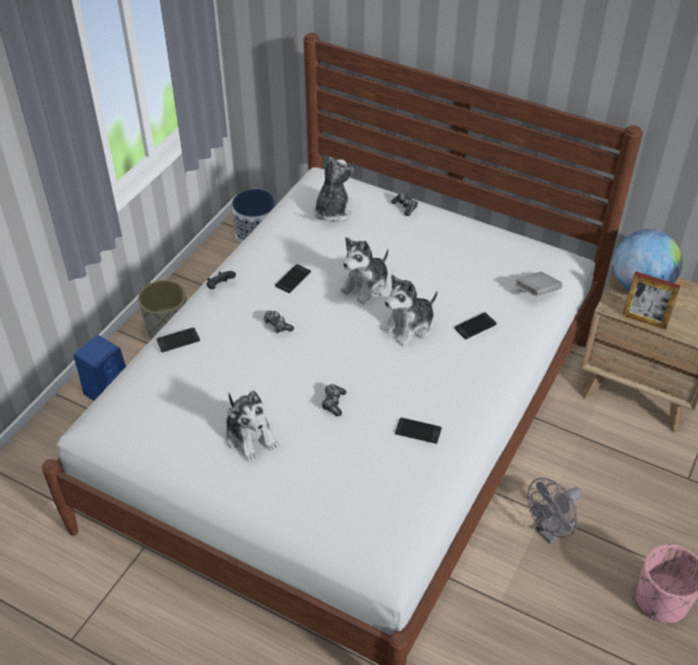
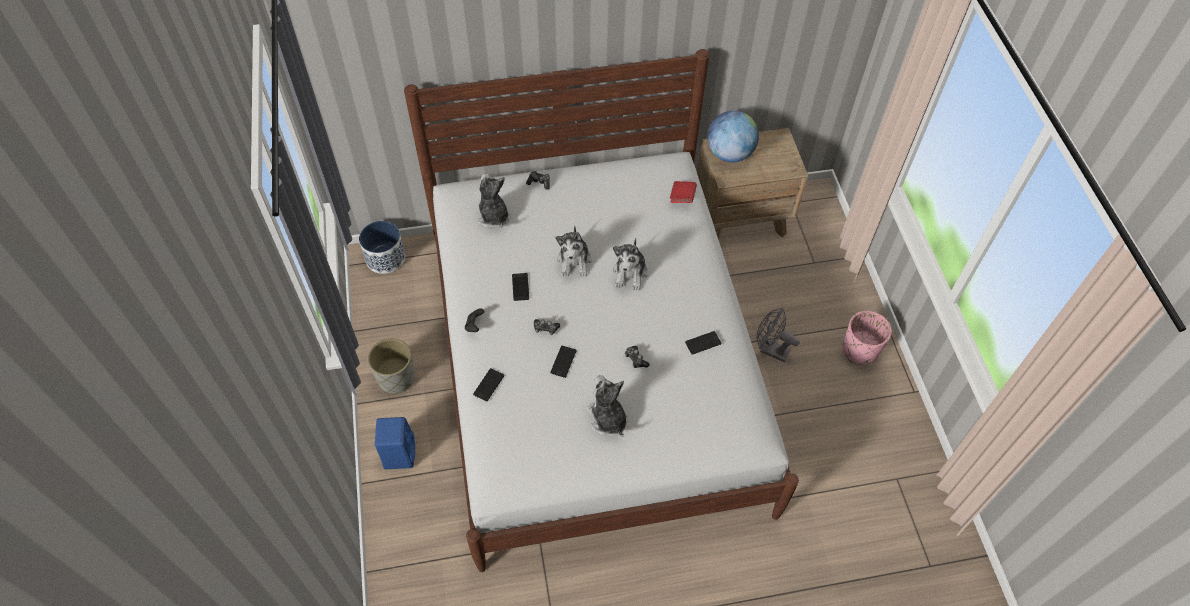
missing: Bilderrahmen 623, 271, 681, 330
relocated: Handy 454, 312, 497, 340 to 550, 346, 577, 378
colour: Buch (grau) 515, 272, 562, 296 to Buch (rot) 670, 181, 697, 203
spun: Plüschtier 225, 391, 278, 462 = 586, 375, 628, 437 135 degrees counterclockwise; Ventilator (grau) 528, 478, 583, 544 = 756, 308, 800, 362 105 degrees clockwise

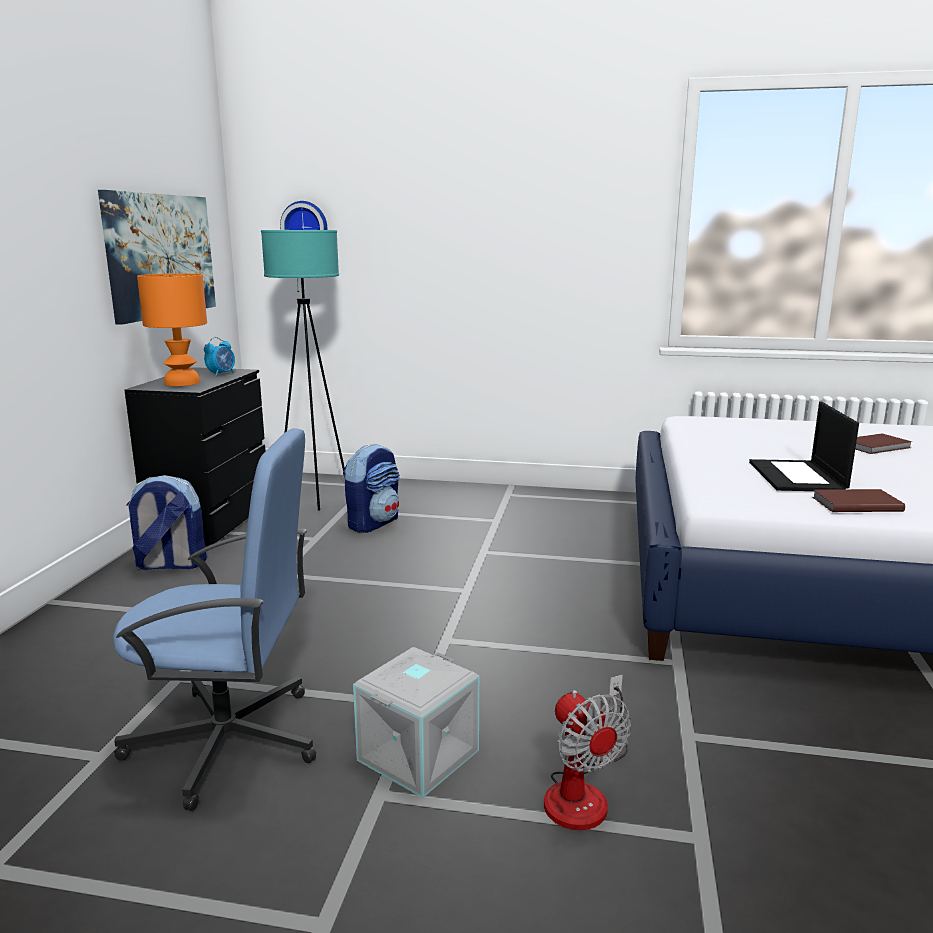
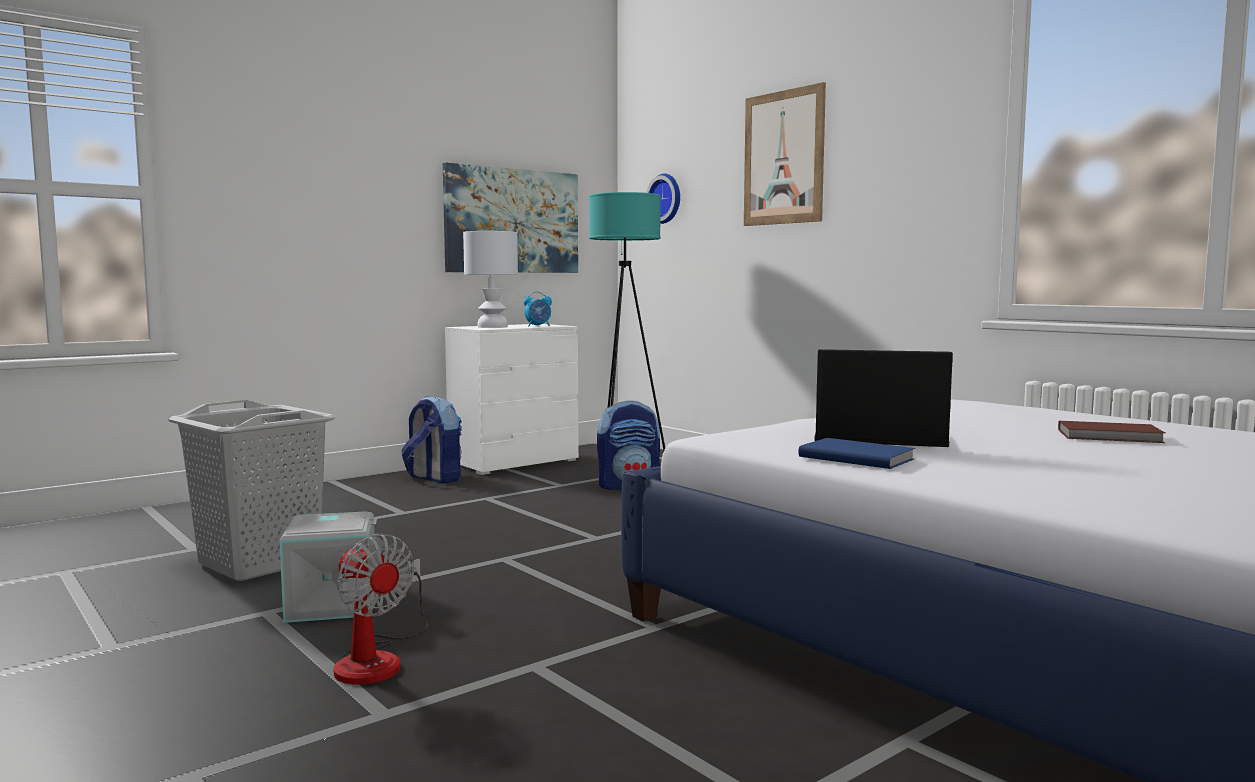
appeared: Bild 744, 82, 826, 226
exchanged: Bürostuhl (blau) 113, 428, 316, 811 to Wäschekorb (grau) 168, 400, 336, 581
colour: Tischlampe (orange) 137, 273, 207, 386 to Tischlampe (weiß) 463, 231, 518, 328; Kommode (schwarz) 125, 367, 265, 546 to Kommode (weiß) 445, 324, 579, 475; Buch (braun) 812, 489, 905, 512 to Buch (blau) 799, 438, 915, 469
spun: Laptop 749, 402, 859, 491 = 815, 349, 953, 447 60 degrees clockwise; Ventilator 544, 675, 631, 830 = 334, 534, 428, 685 60 degrees counterclockwise

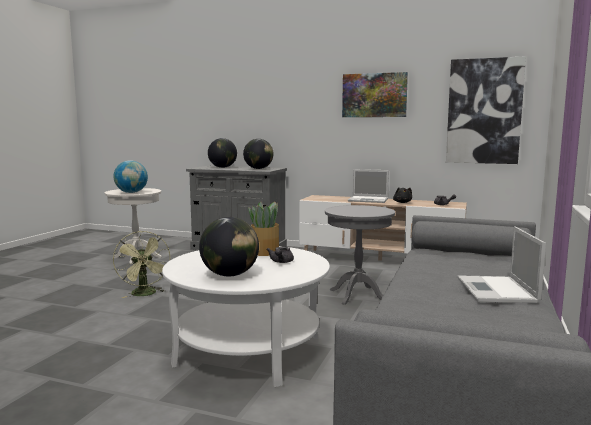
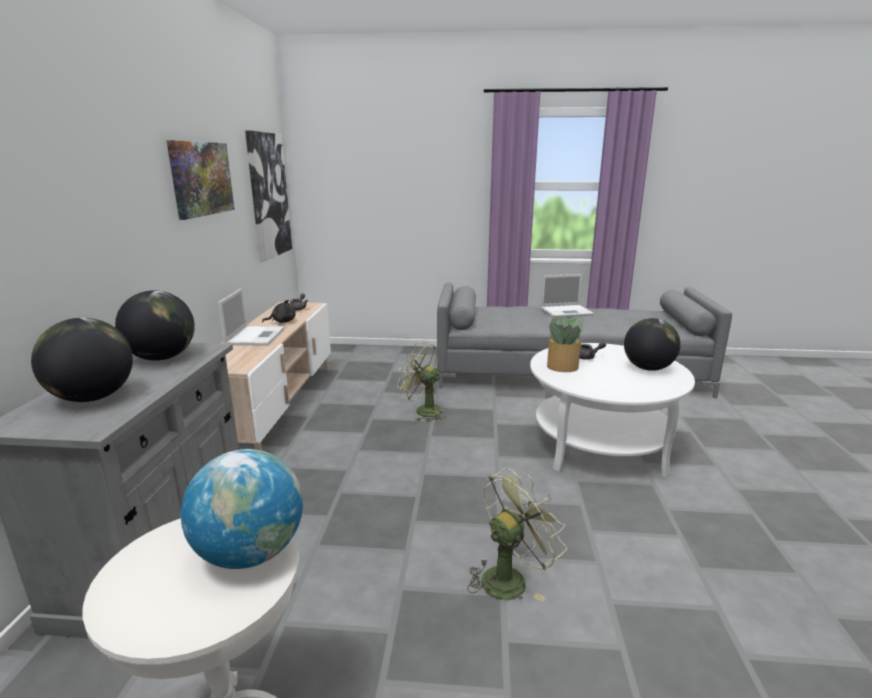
exchanged: Beistelltisch (grau) 325, 205, 395, 305 to Ventilator (grün) 397, 342, 446, 422

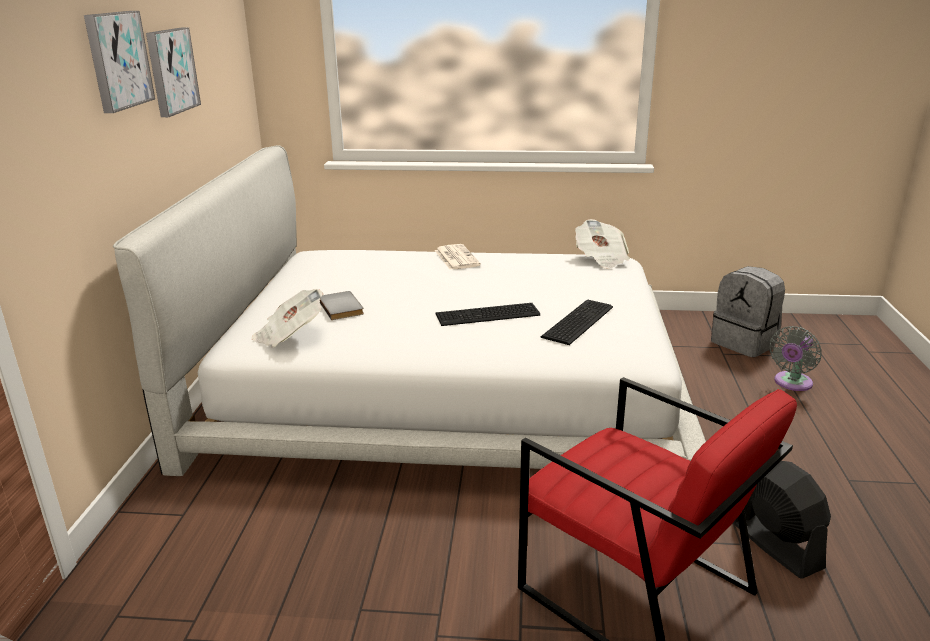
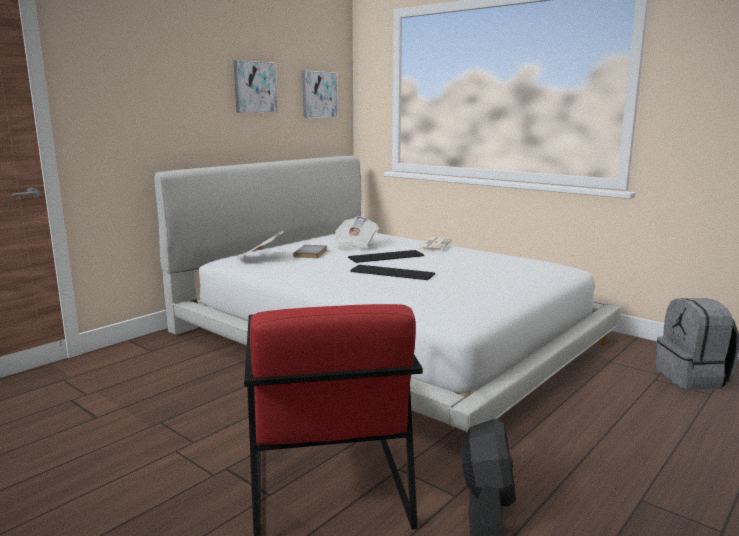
missing: Ventilator (grau) 770, 326, 822, 391
relocated: Bild 84, 11, 155, 113 to 302, 70, 338, 118; Zeitung 575, 219, 630, 269 to 334, 216, 379, 251; Tastatur 540, 300, 613, 345 to 348, 250, 424, 263

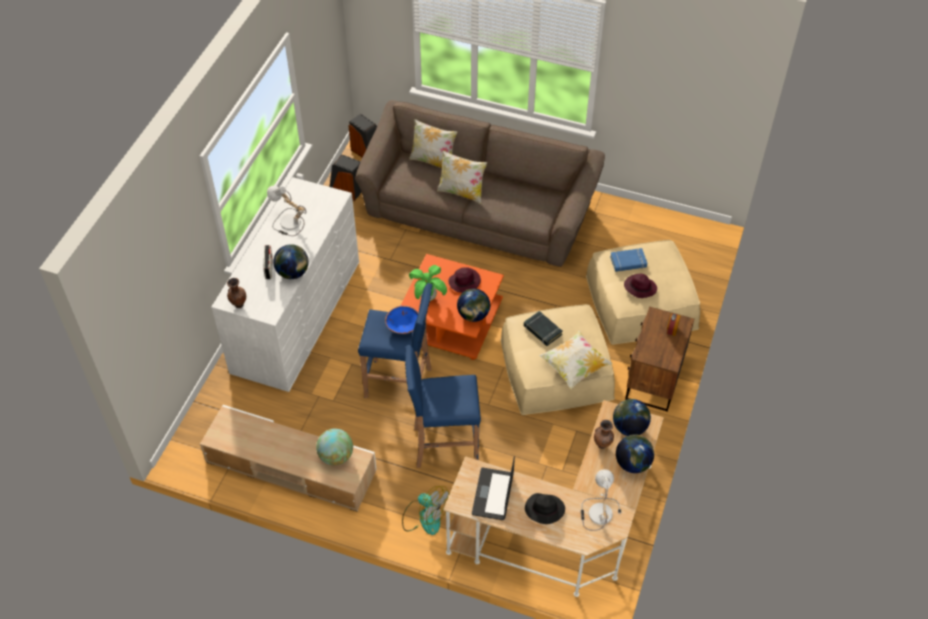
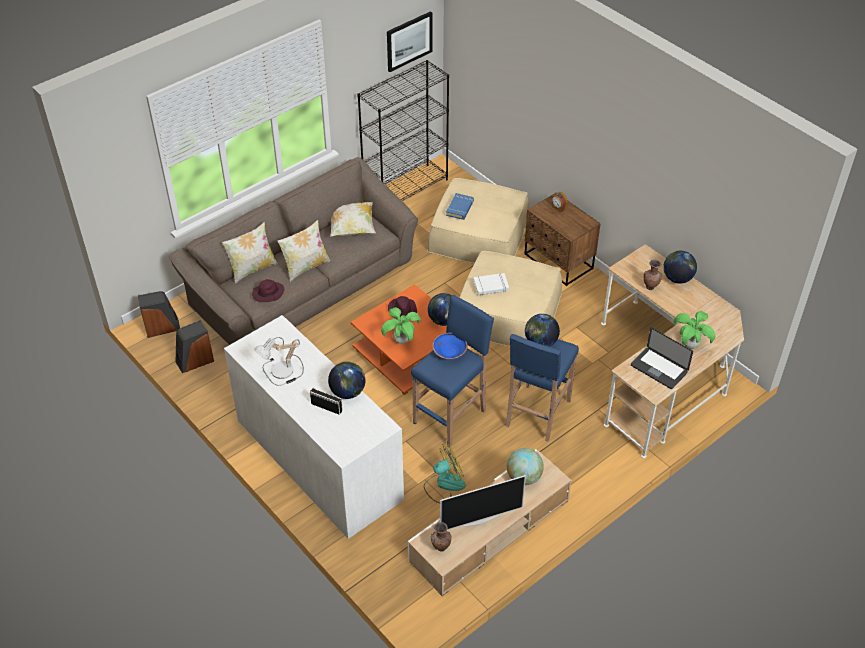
missing: Tischlampe 581, 469, 621, 531
appeared: Bild 387, 11, 432, 72; Bücherregal (schwarz) 357, 60, 449, 201; Fernseher 440, 475, 526, 530
relocated: Hut (lila) 624, 274, 657, 298 to 252, 279, 285, 302; Vase (braun) 227, 278, 246, 308 to 431, 522, 452, 552; Kissen 539, 330, 613, 389 to 330, 202, 376, 237; Globus 613, 399, 651, 436 to 525, 314, 560, 347; Ventilator 402, 486, 450, 535 to 424, 444, 466, 504
exchanged: Hut (schwarz) 525, 493, 565, 524 to Topfpflanze 673, 311, 715, 349
colour: Buch (schwarz) 524, 311, 563, 346 to Buch (weiß) 473, 273, 509, 295

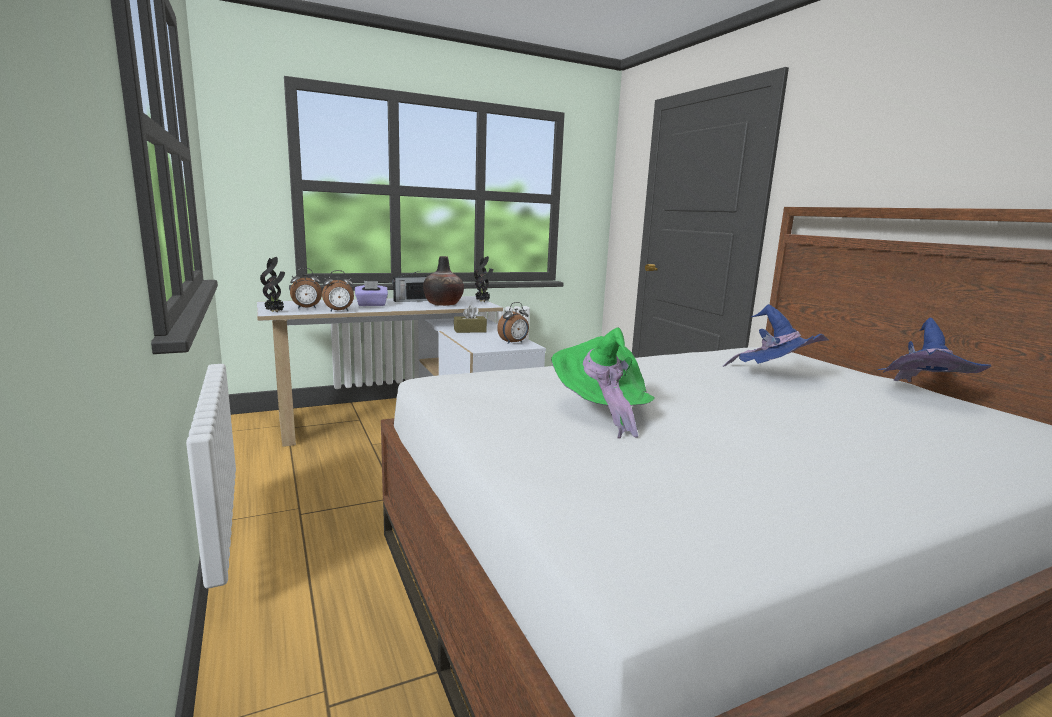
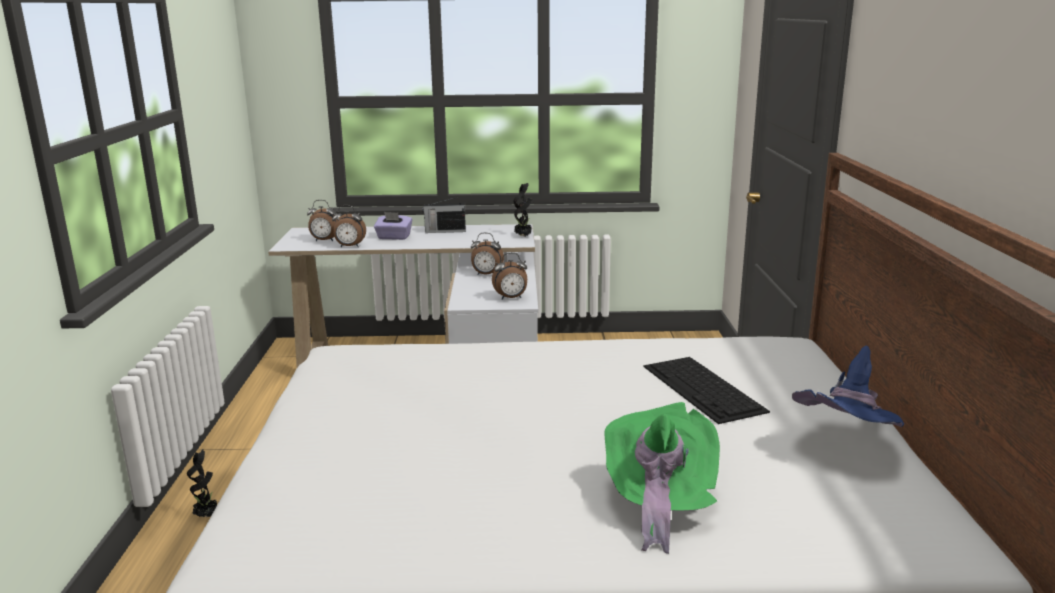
missing: Vase 423, 256, 464, 306
relocated: Topfpflanze 260, 257, 285, 312 to 187, 449, 219, 517; Hut (grün) 551, 328, 655, 438 to 604, 402, 720, 554
exchanged: Hut (blau) 723, 304, 829, 367 to Tastatur 643, 357, 770, 424; Taschentuchbox (braun) 454, 305, 487, 333 to Wecker 471, 233, 504, 275

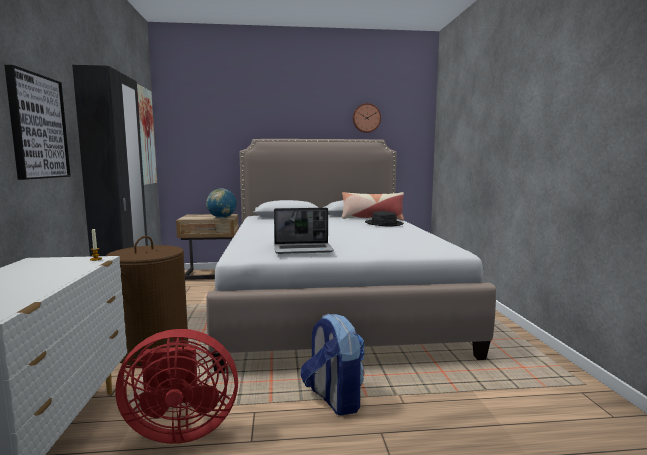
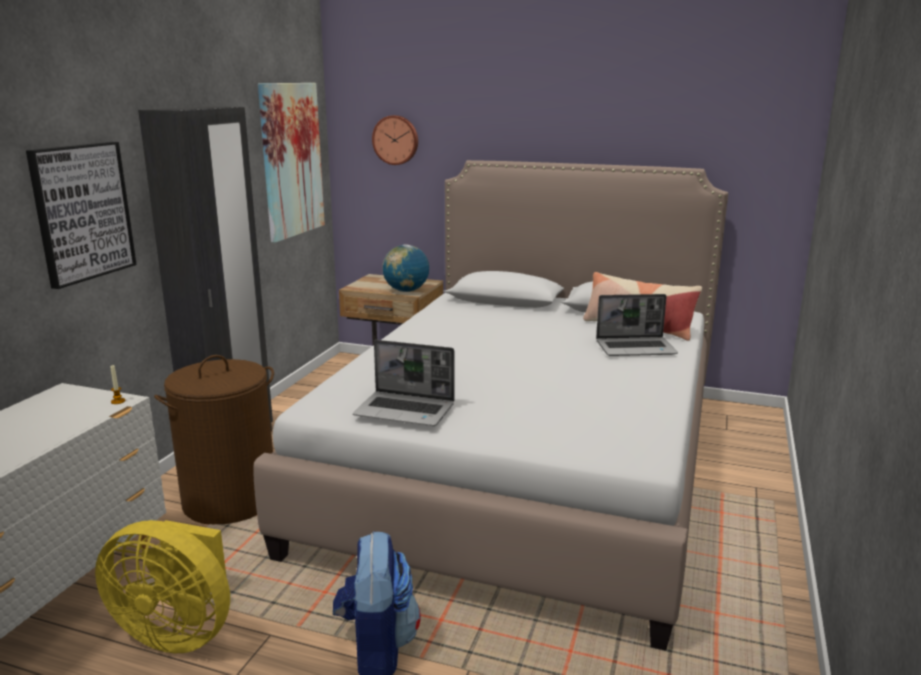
relocated: Wanduhr 353, 103, 381, 133 to 372, 115, 418, 165
exchanged: Hut (schwarz) 365, 211, 404, 227 to Laptop 596, 294, 678, 356
colour: Ventilator (rot) 116, 329, 238, 444 to Ventilator (gelb) 95, 520, 230, 653

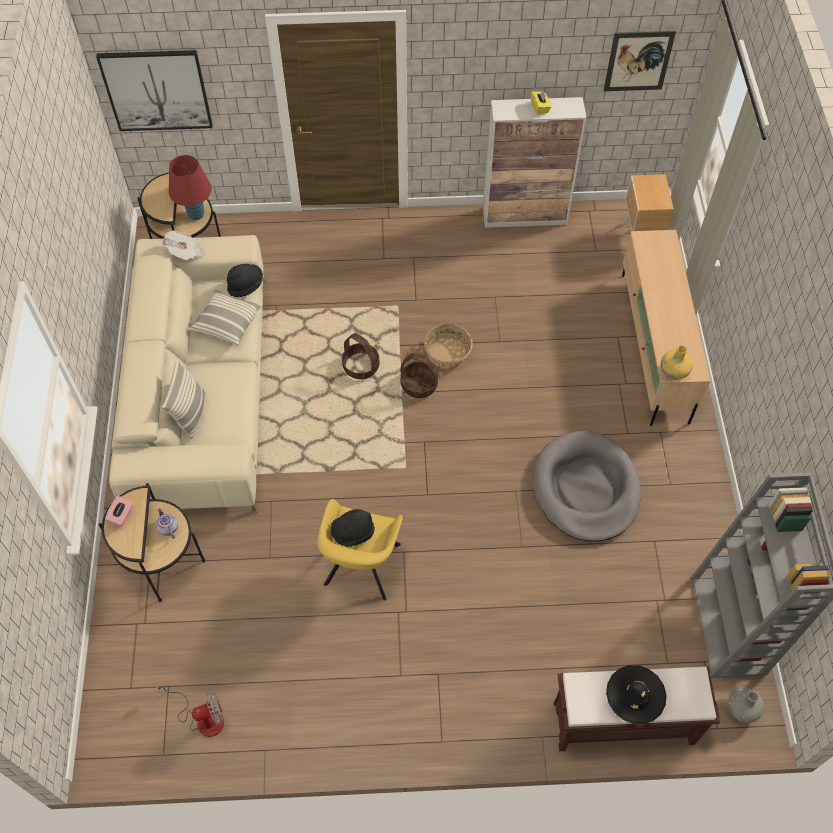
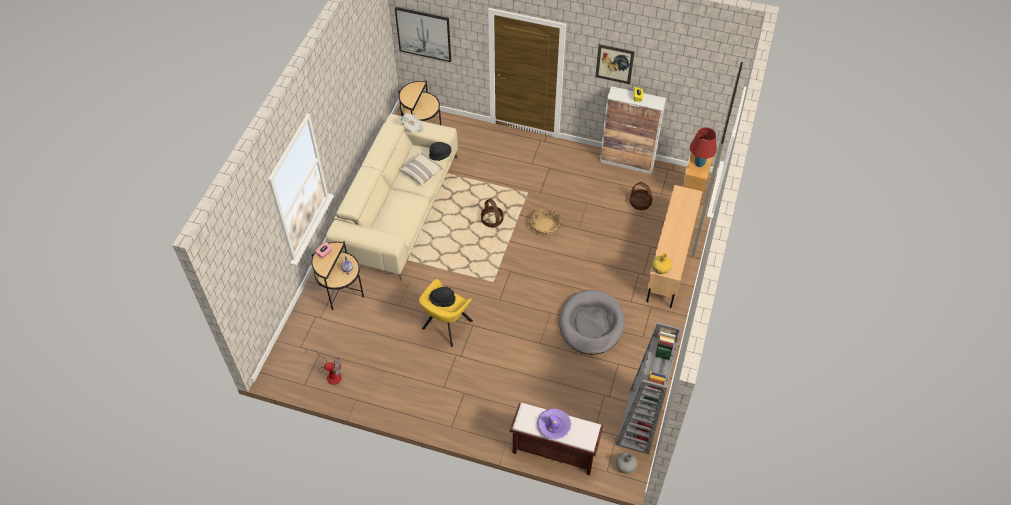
missing: Kissen 162, 360, 205, 440
relocated: Bild 604, 31, 676, 91 to 595, 44, 635, 84; Tischlampe (rot) 169, 155, 212, 220 to 690, 127, 717, 167; Korb 400, 353, 438, 398 to 630, 182, 652, 210
colour: Hut (schwarz) 606, 665, 667, 724 to Hut (lila) 537, 409, 571, 439

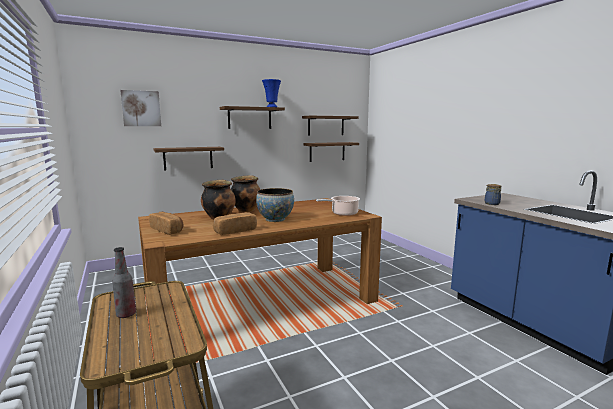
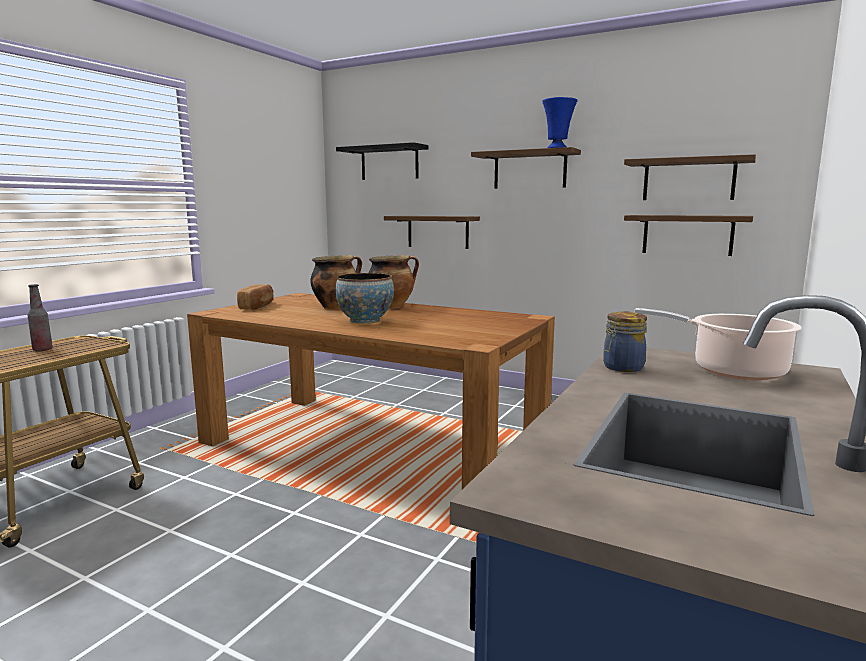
missing: Brot 213, 212, 257, 235
relocated: Kochtopf 316, 196, 360, 216 to 634, 308, 802, 380
exchanged: Bild 120, 90, 161, 126 to Wandregal (schwarz) 336, 142, 429, 180

